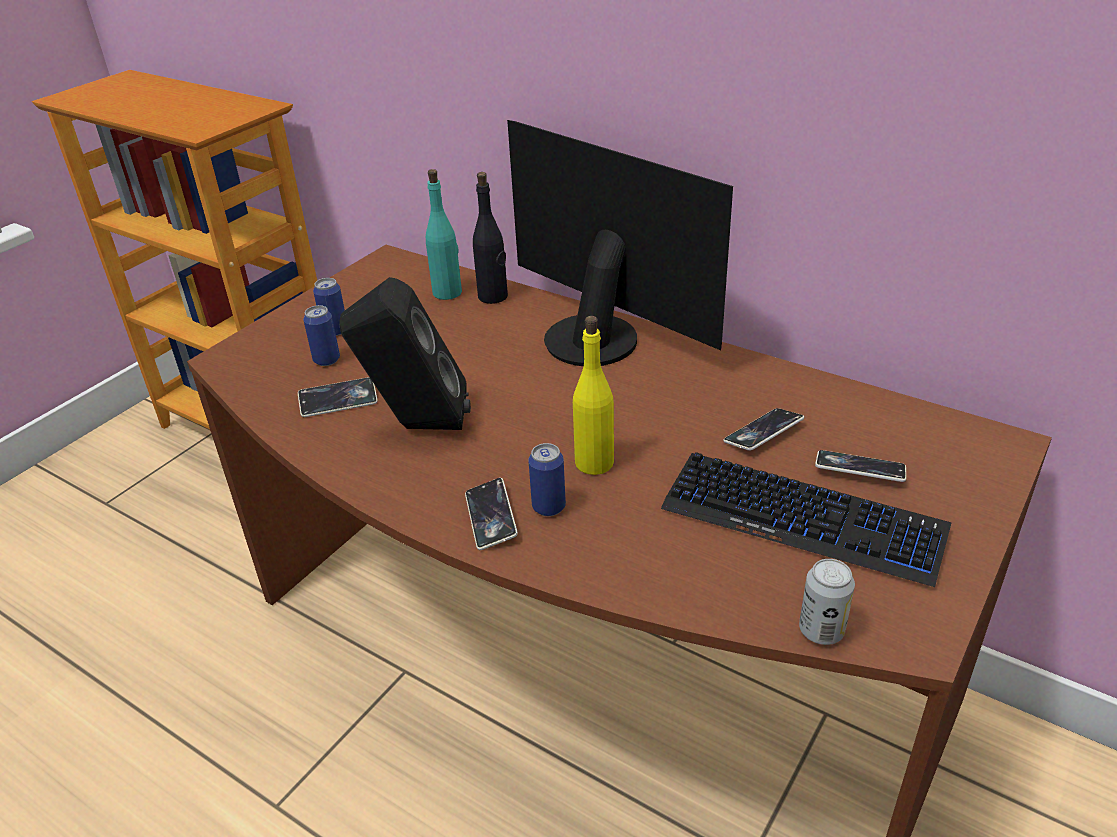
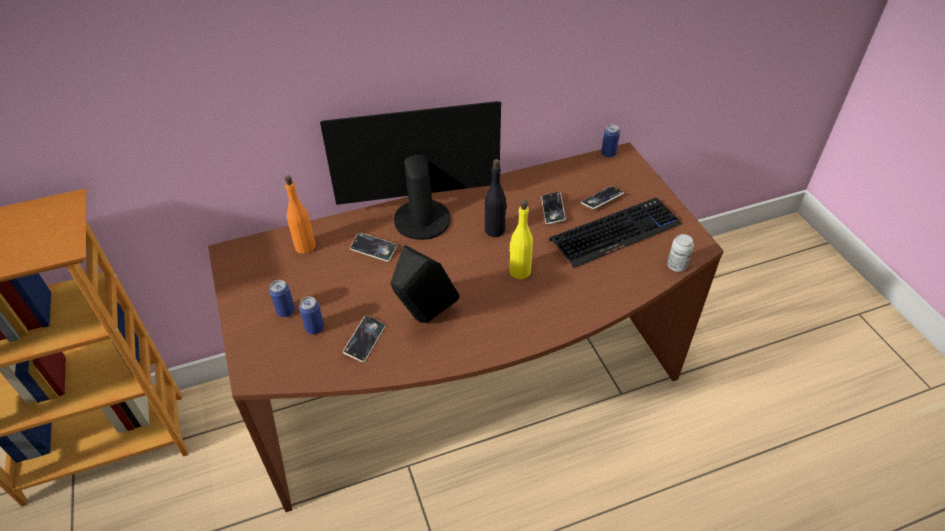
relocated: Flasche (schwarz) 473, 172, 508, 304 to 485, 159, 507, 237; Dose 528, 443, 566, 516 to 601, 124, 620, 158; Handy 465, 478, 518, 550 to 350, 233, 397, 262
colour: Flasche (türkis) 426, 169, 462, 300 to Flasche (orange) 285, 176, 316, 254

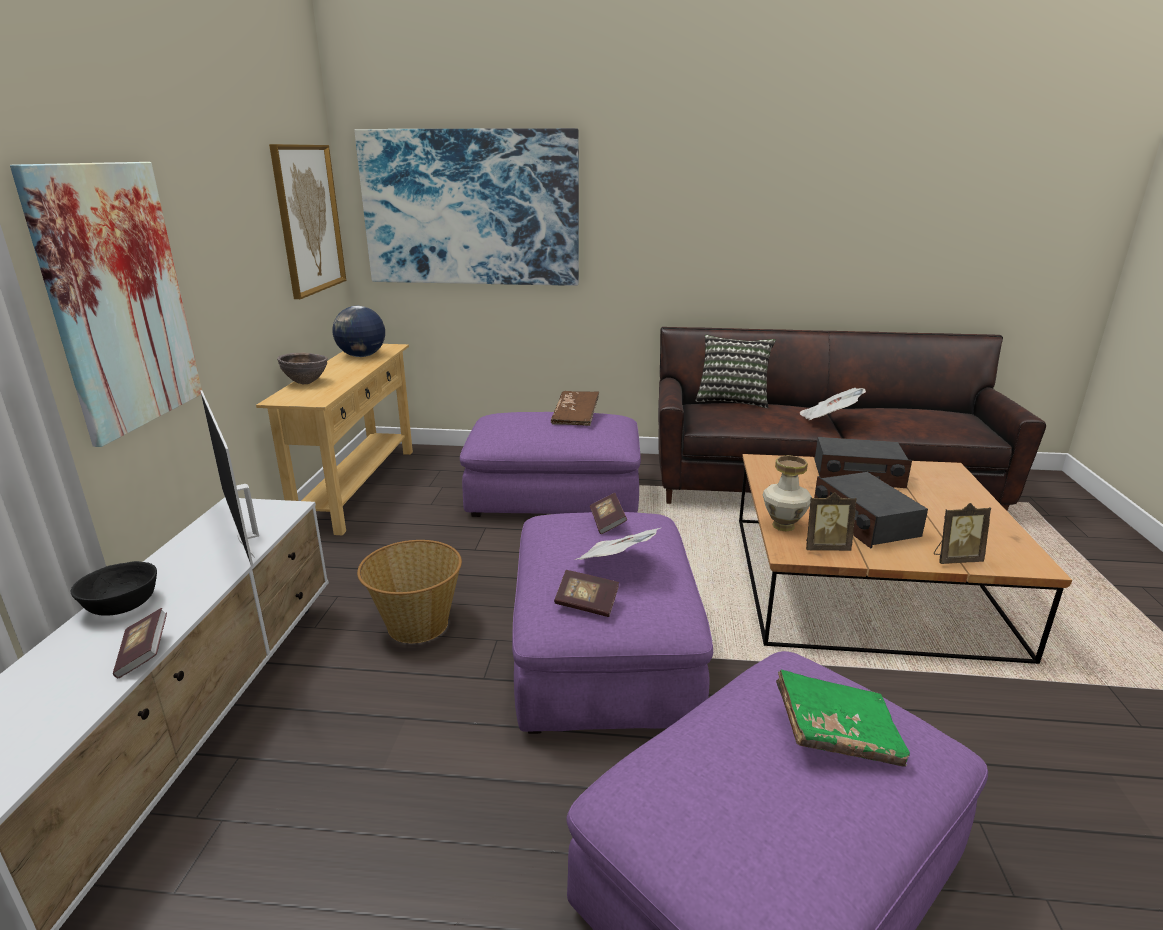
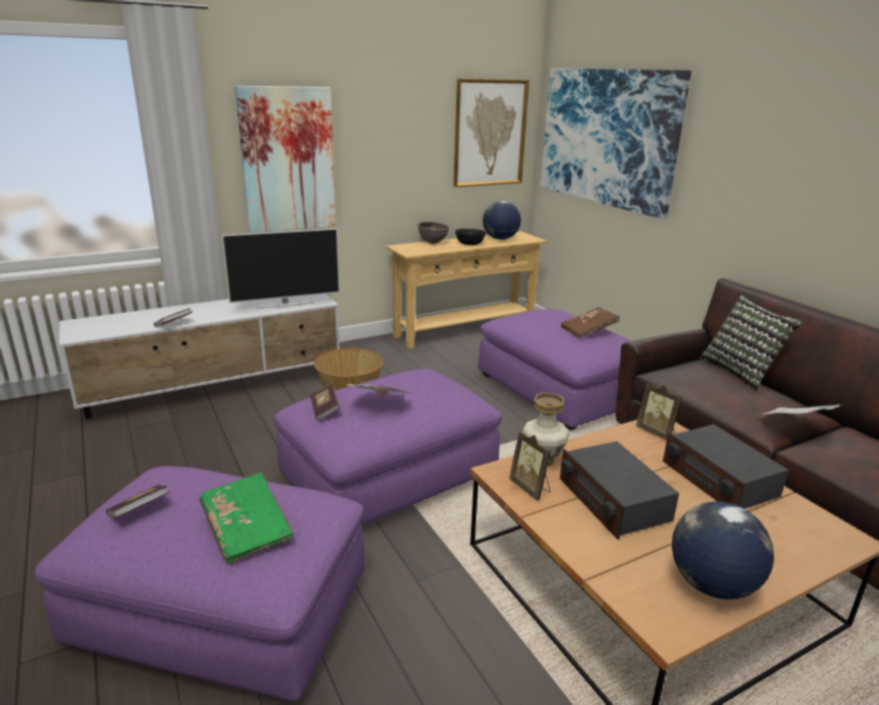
appeared: Globus 672, 501, 774, 600
relocated: Buch 590, 493, 627, 534 to 106, 485, 170, 518; Bilderrahmen 933, 503, 991, 564 to 636, 383, 682, 440; Schüssel (schwarz) 71, 561, 157, 616 to 455, 229, 486, 245
spun: Fernseher 200, 390, 259, 567 = 221, 228, 340, 308 135 degrees counterclockwise; Radio 814, 472, 928, 549 = 560, 441, 679, 540 60 degrees counterclockwise

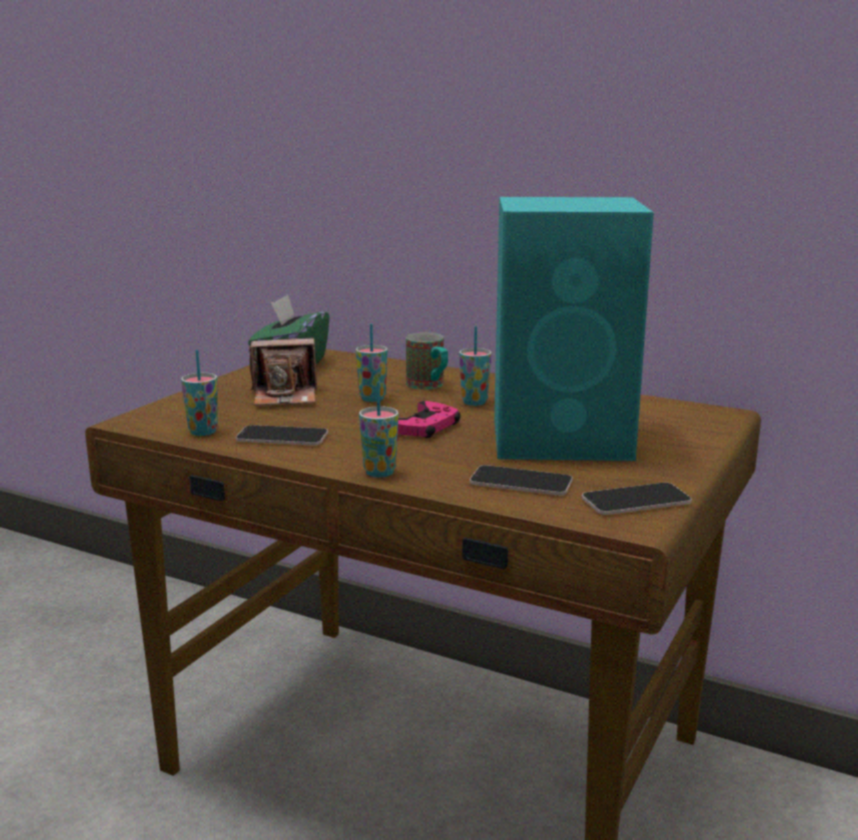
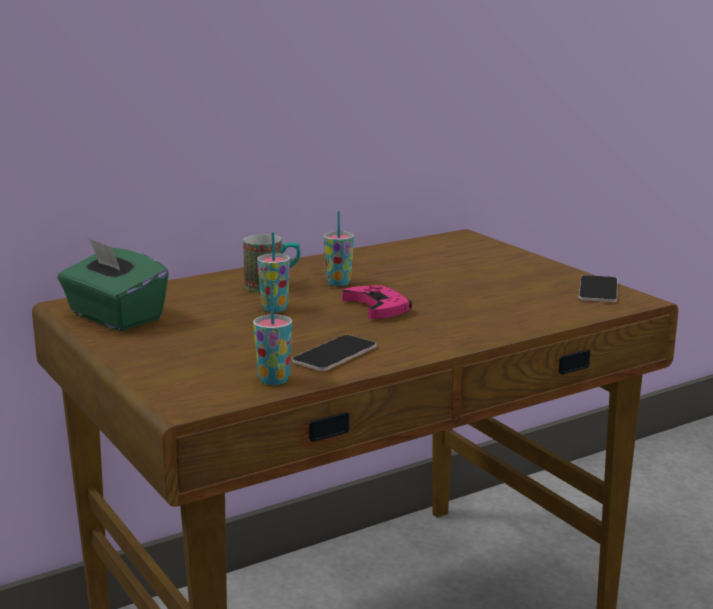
missing: Lautsprecher (türkis) 494, 197, 654, 461; Kamera 249, 338, 317, 406; Tasse 359, 381, 398, 477; Handy 470, 465, 573, 495

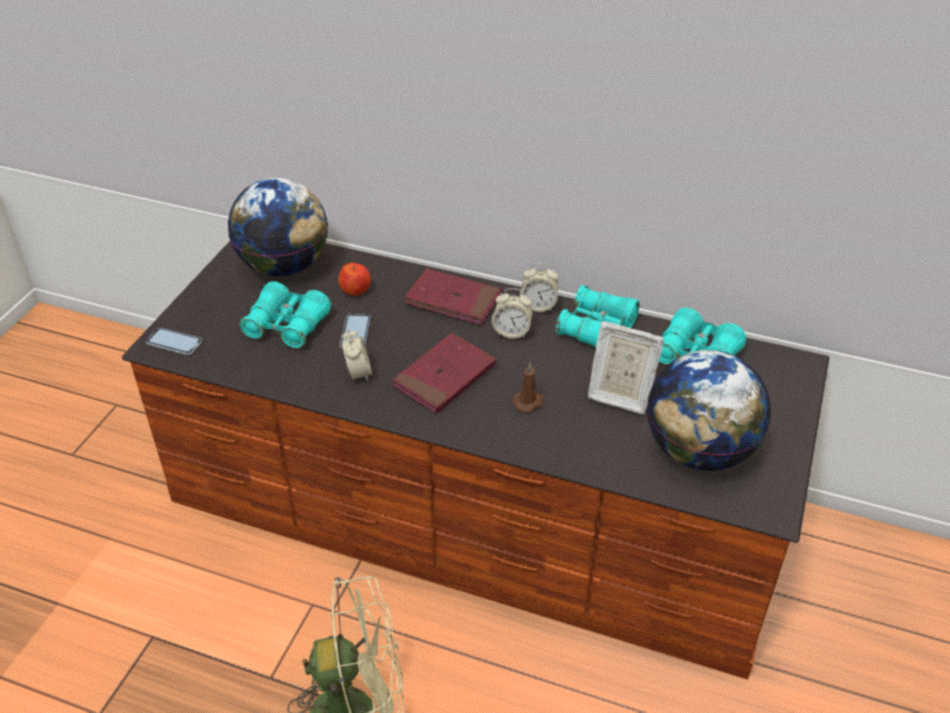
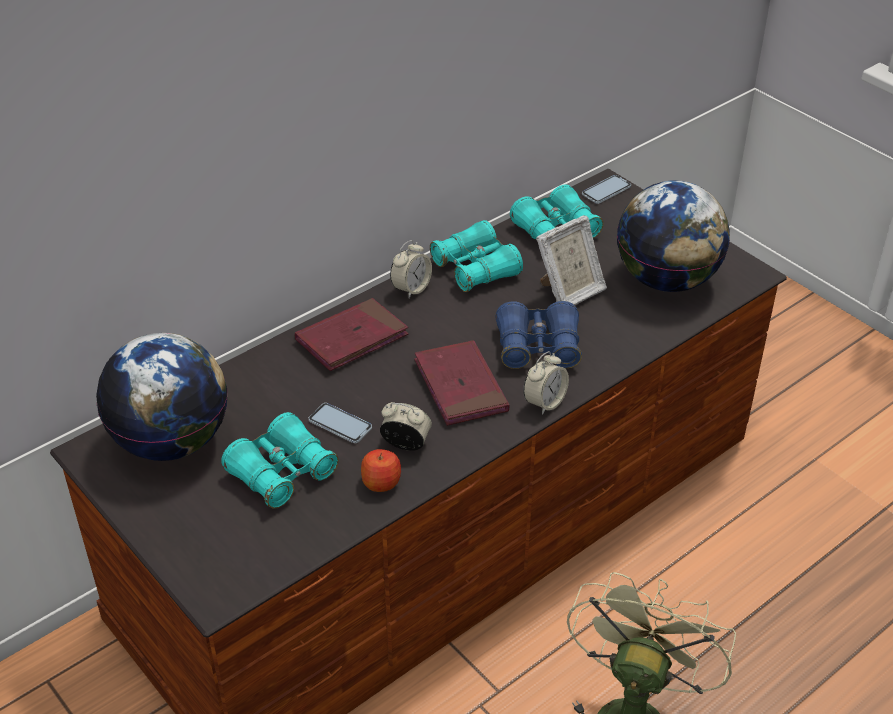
relocated: Apfel 338, 263, 371, 296 to 361, 449, 401, 492; Wecker 492, 288, 533, 339 to 523, 351, 569, 415; Handy 146, 328, 202, 355 to 582, 175, 631, 204
exchanged: Kerze (braun) 513, 362, 545, 412 to Fernglas (blau) 495, 301, 582, 369

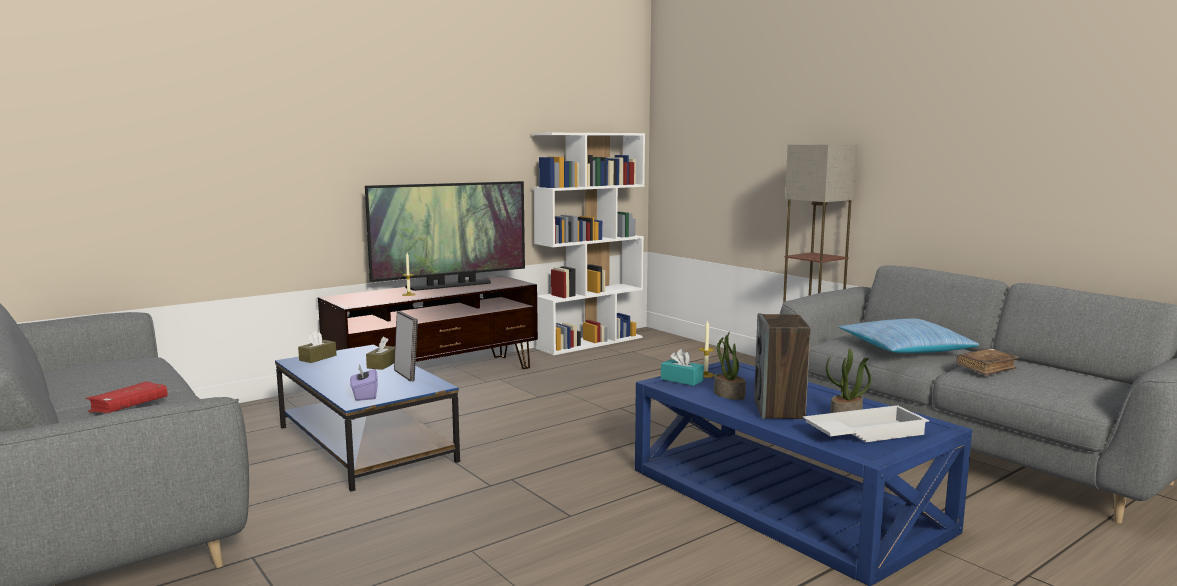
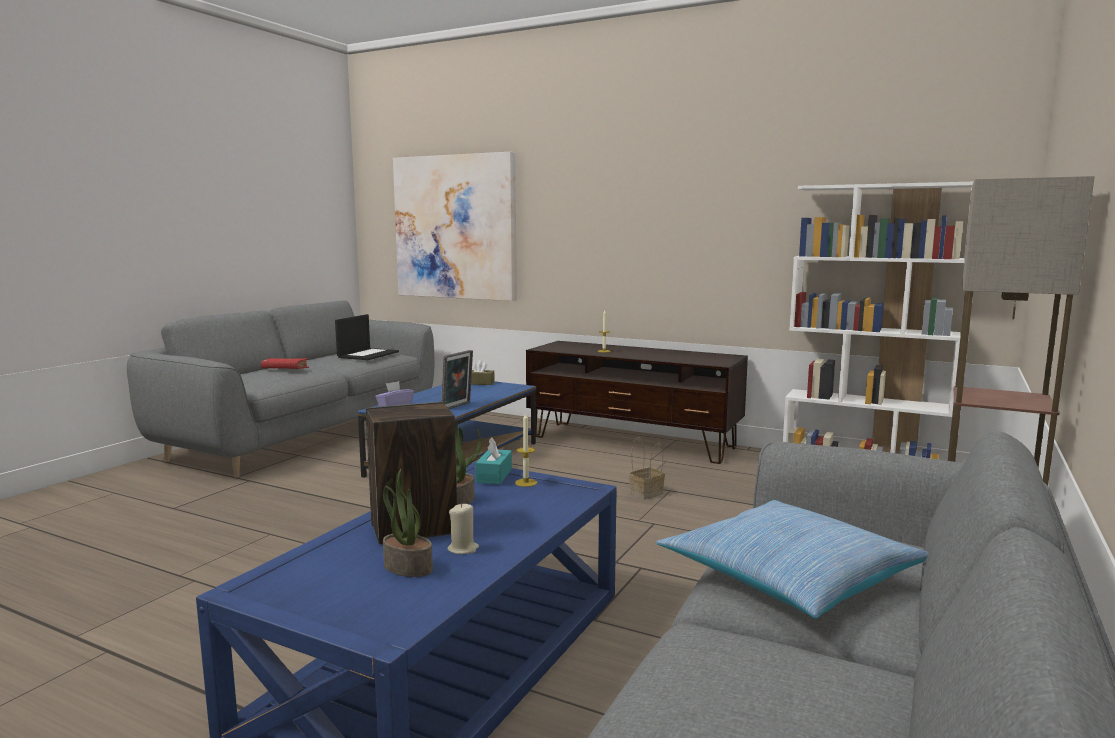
missing: Fernseher 365, 181, 525, 291; Taschentuchbox (braun) 366, 337, 395, 370; Buch (braun) 956, 348, 1019, 376; Tablett (weiß) 802, 405, 929, 442
appeared: Bild 393, 152, 517, 301; Laptop 335, 314, 399, 360; Korb 629, 437, 665, 500; Kerze (beige) 448, 503, 479, 554

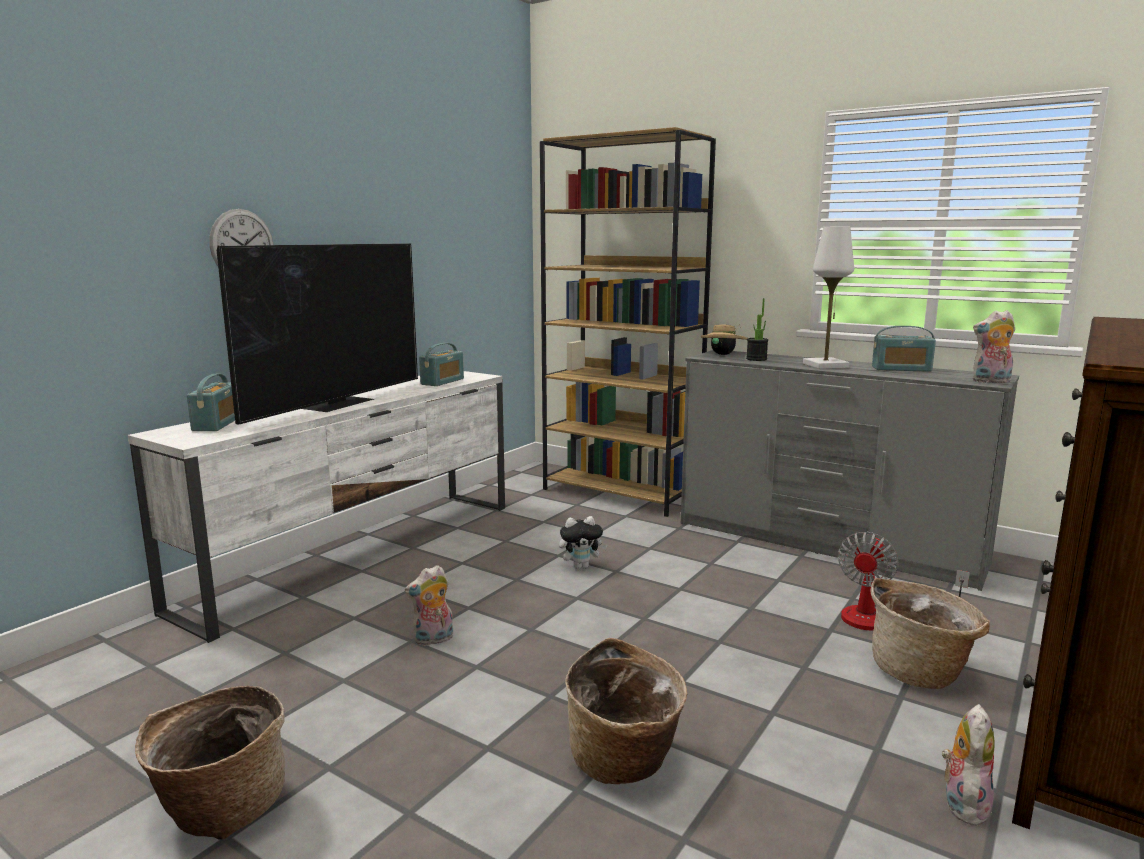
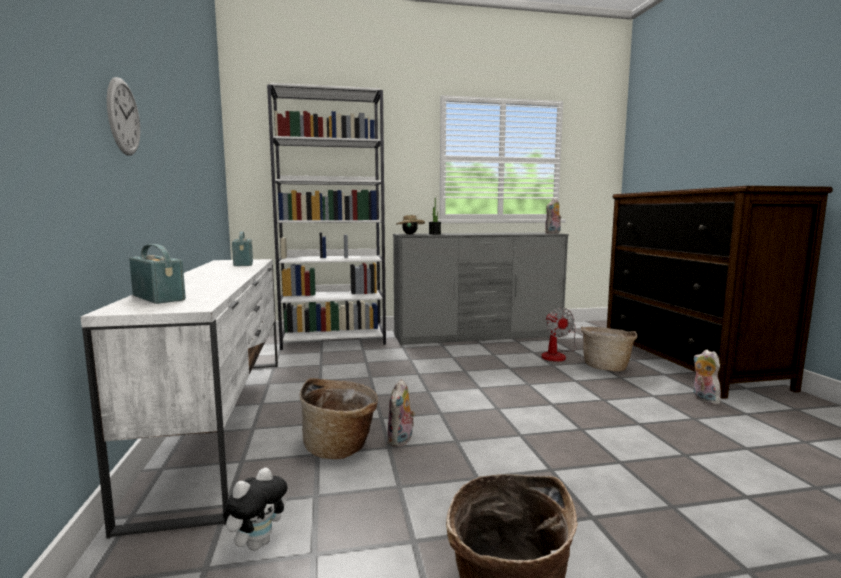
missing: Tischlampe (weiß) 803, 227, 854, 369; Fernseher 217, 243, 418, 425; Radio 872, 326, 936, 372
relocated: Plüschtier 559, 516, 607, 569 to 223, 468, 287, 550; Korb 565, 638, 688, 784 to 300, 378, 378, 459
colour: Bücherregal (braun) 540, 127, 716, 517 to Bücherregal (weiß) 267, 83, 386, 350

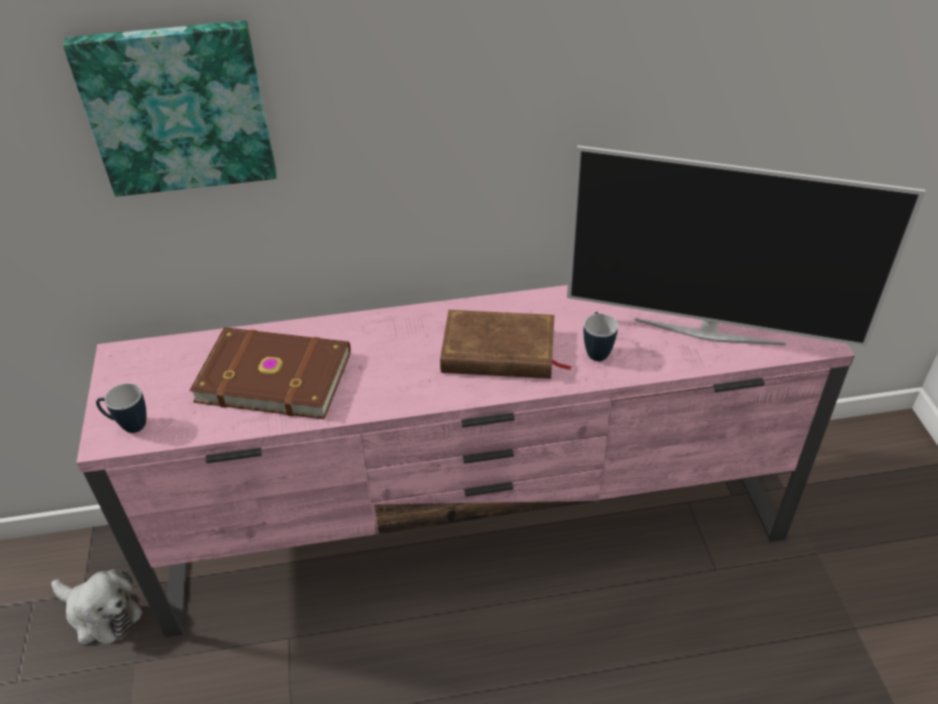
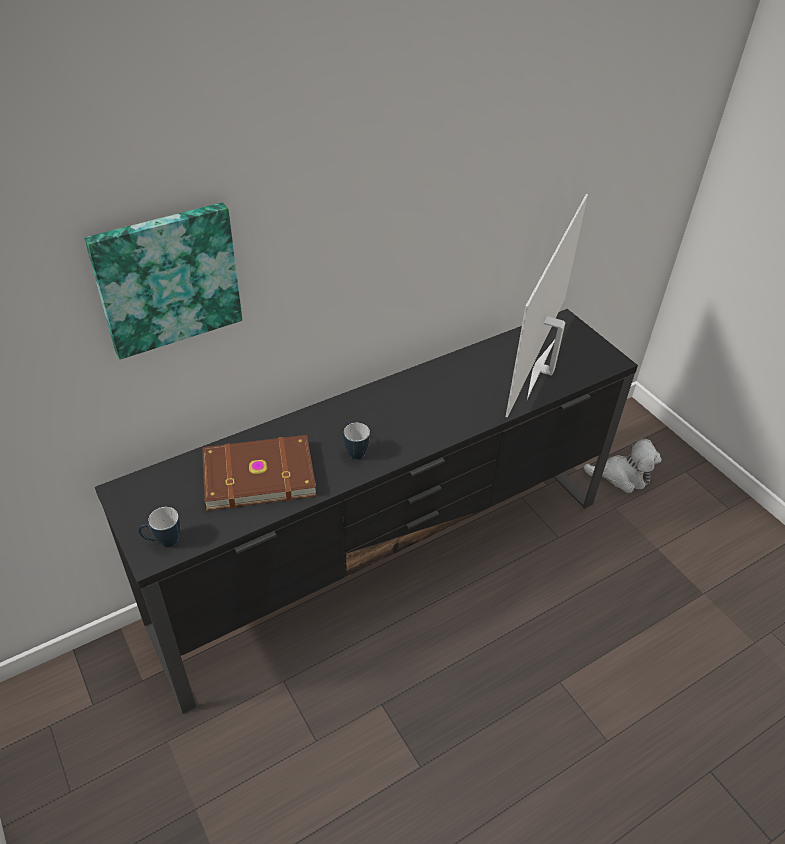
missing: Buch (braun) 440, 310, 573, 379
relocated: Henkelbecher 584, 312, 618, 361 to 344, 422, 370, 459; Plüschtier 51, 569, 143, 645 to 584, 439, 662, 493
colour: Fernsehschrank (rosa) 76, 285, 855, 638 to Fernsehschrank (schwarz) 95, 309, 638, 714
spun: Fernseher 567, 145, 925, 347 = 506, 194, 588, 418 120 degrees clockwise

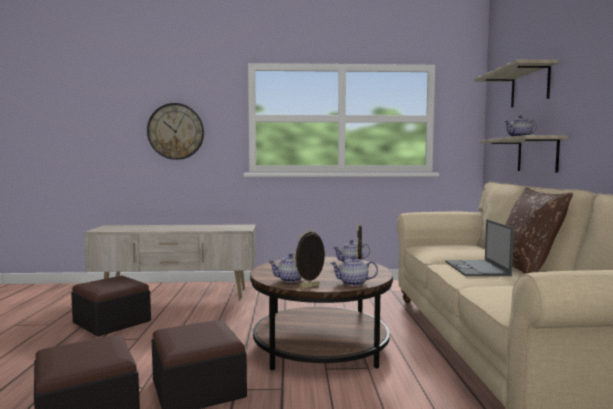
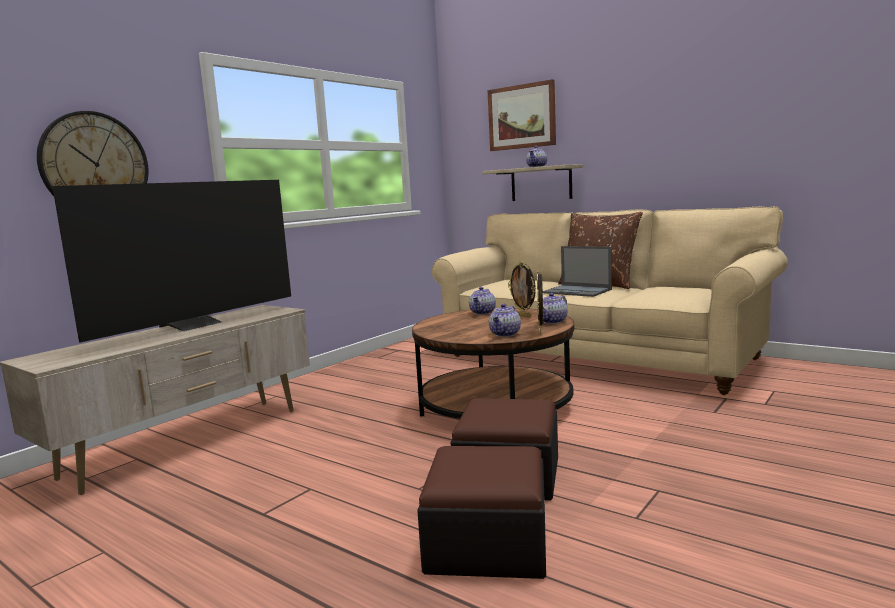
missing: Polsterhocker 71, 276, 151, 337
appeared: Fernseher 52, 180, 291, 342
exchanged: Wandregal 474, 59, 559, 107 to Bild 487, 79, 556, 151

